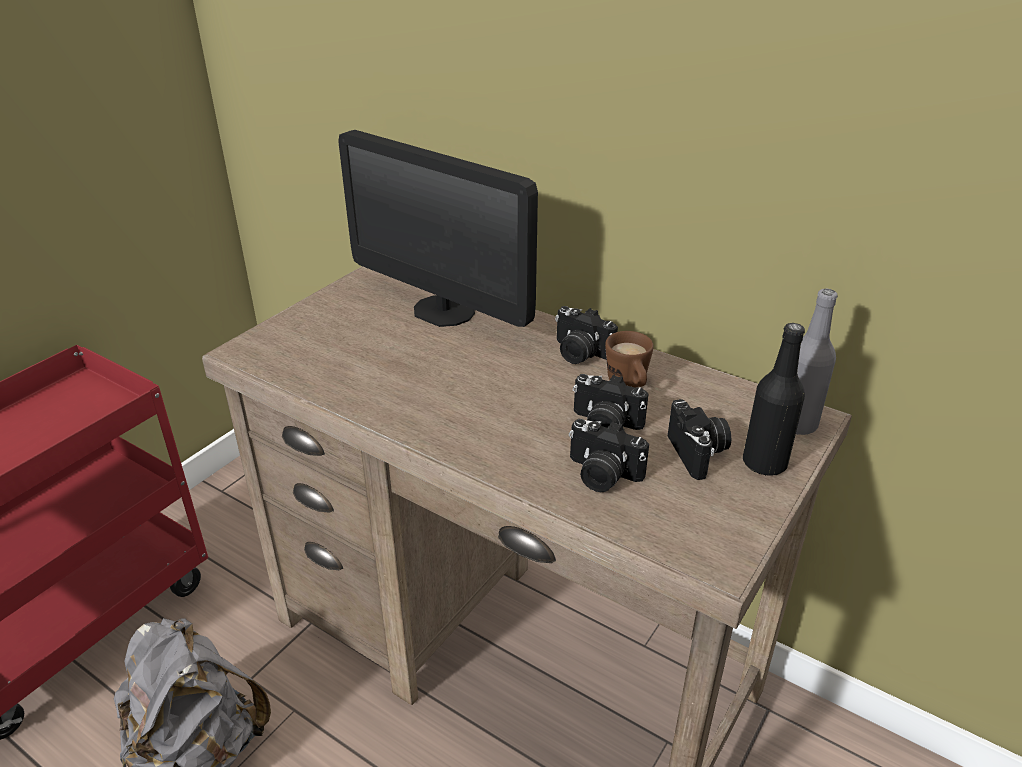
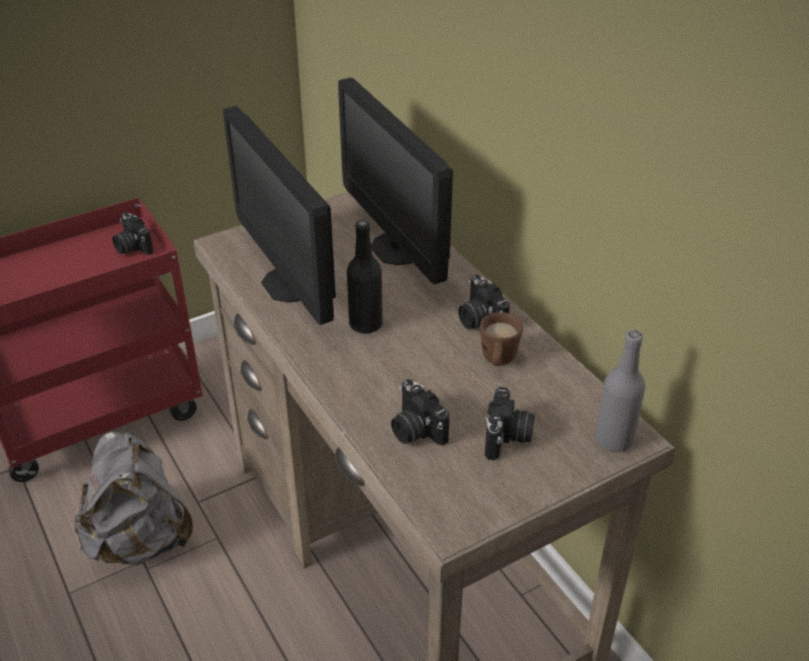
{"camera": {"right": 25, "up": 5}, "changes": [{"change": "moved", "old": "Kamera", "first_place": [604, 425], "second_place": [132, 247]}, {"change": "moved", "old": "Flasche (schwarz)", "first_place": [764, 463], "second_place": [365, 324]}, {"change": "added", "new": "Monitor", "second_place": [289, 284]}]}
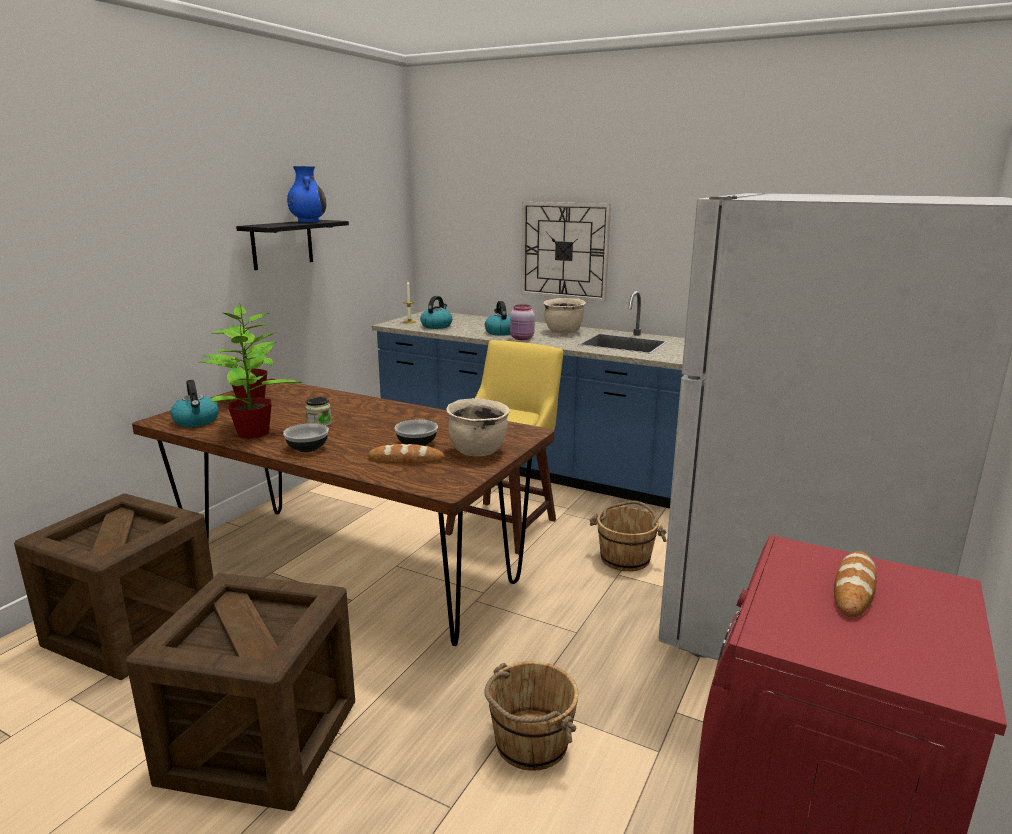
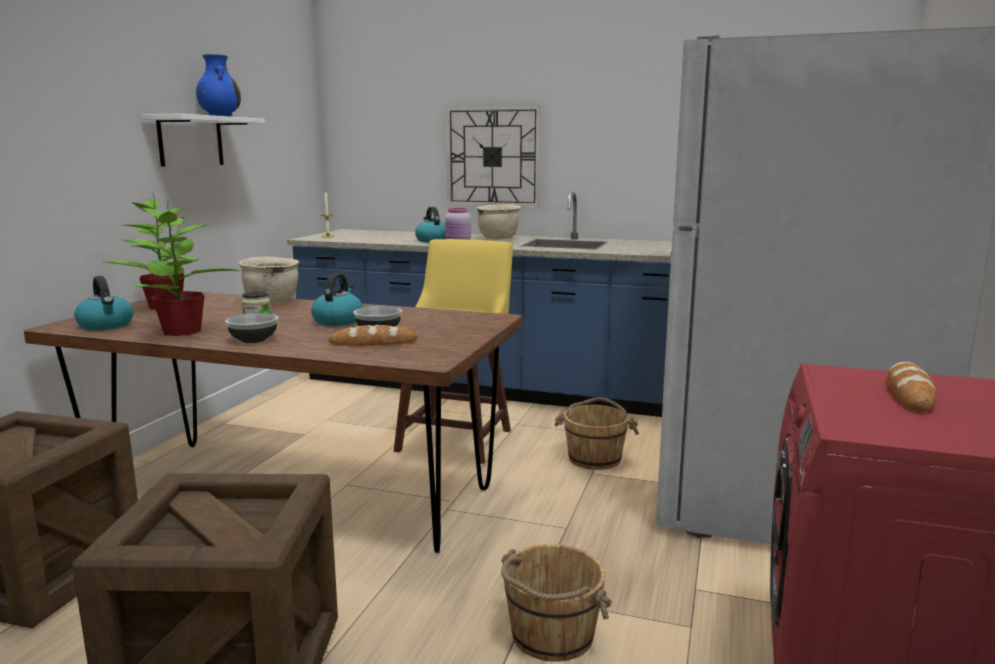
{"camera": {"right": -10, "up": -5}, "changes": [{"change": "recoloured", "old": "Wandregal (schwarz)", "new": "Wandregal (weiß)", "first_place": [282, 244], "second_place": [190, 141]}, {"change": "moved", "old": "Wasserkessel", "first_place": [436, 326], "second_place": [338, 321]}, {"change": "moved", "old": "Kochtopf (beige)", "first_place": [478, 451], "second_place": [272, 302]}]}
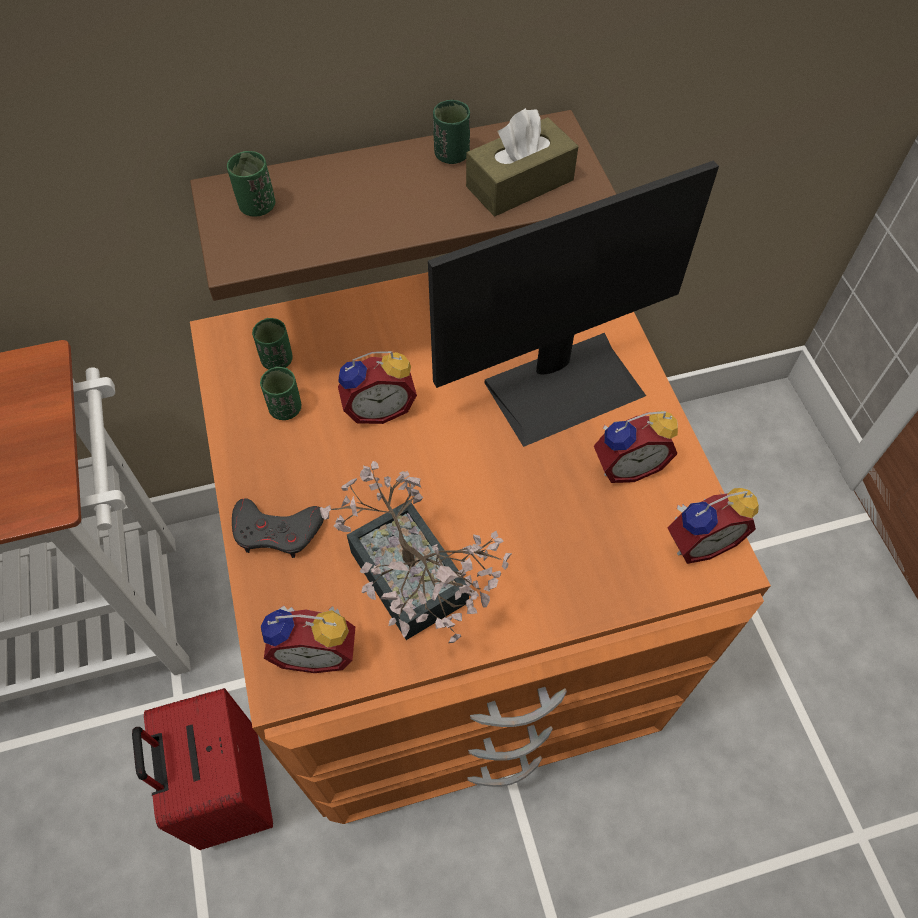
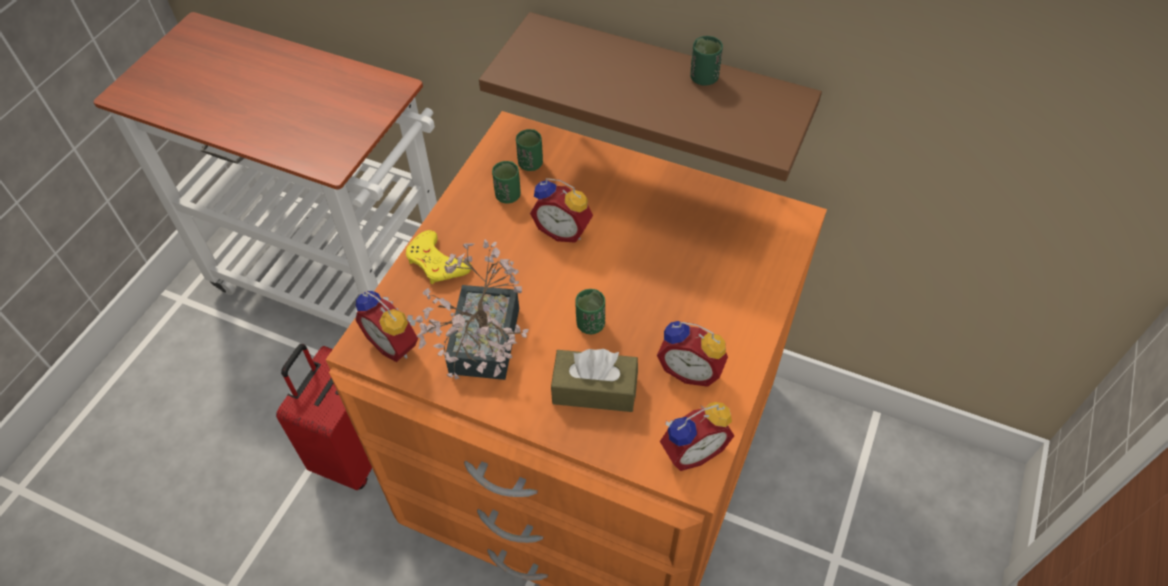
{"camera": {"right": 40, "up": -5}, "changes": [{"change": "moved", "old": "Tasse (grün)", "first_place": [257, 206], "second_place": [590, 324]}, {"change": "recoloured", "old": "Gamepad (grau)", "new": "Gamepad (gelb)", "first_place": [277, 531], "second_place": [437, 263]}, {"change": "removed", "old": "Monitor", "first_place": [563, 385]}, {"change": "moved", "old": "Taschentuchbox (braun)", "first_place": [520, 183], "second_place": [594, 389]}, {"change": "turned", "old": "Wecker", "first_place": [698, 541], "second_place": [691, 450], "degrees": -45}]}
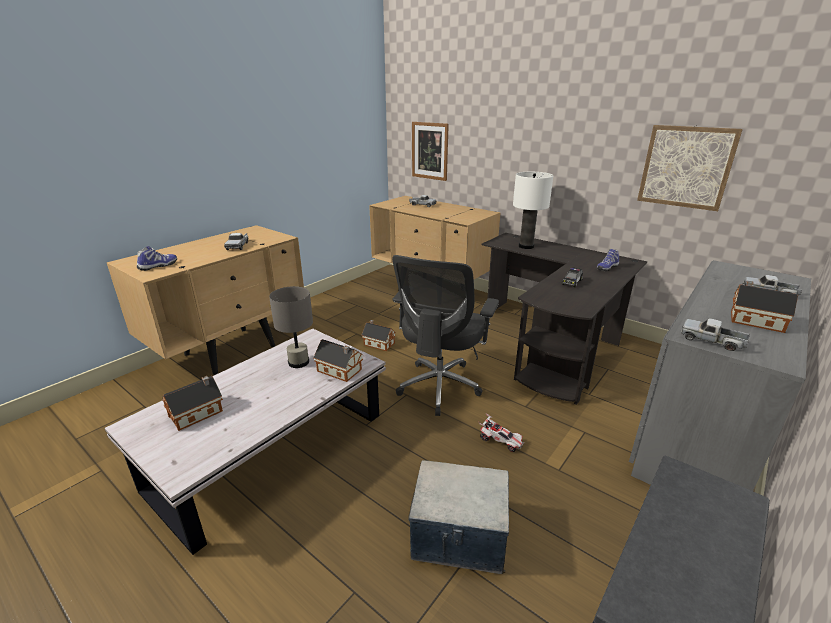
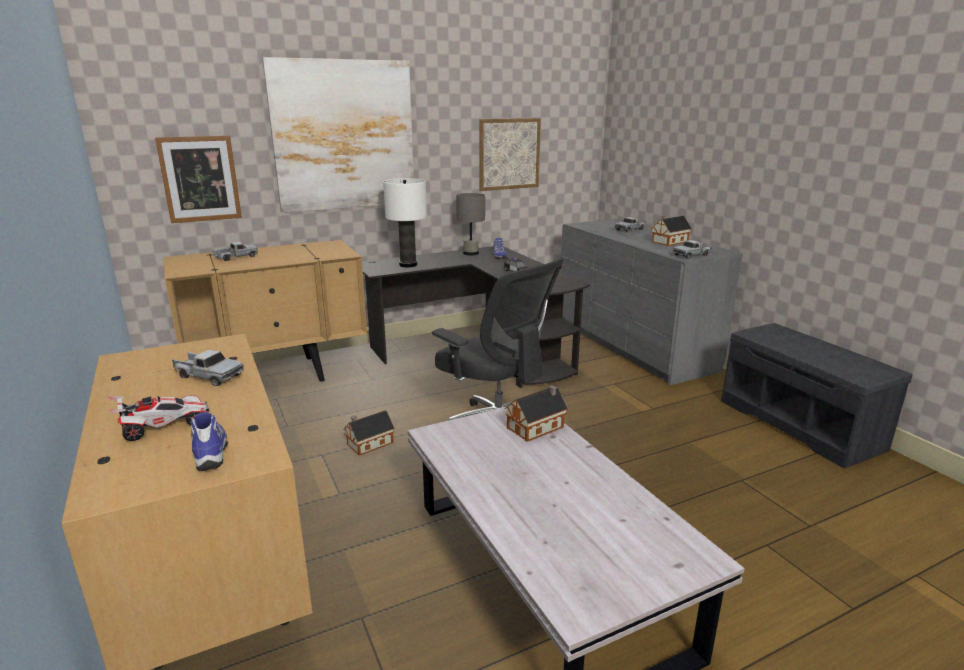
{"camera": {"right": -65, "up": -5}, "changes": [{"change": "removed", "old": "Spielzeughaus", "first_place": [198, 413]}, {"change": "moved", "old": "Tischlampe (grau)", "first_place": [299, 362], "second_place": [471, 253]}, {"change": "removed", "old": "Aufbewahrungsbox", "first_place": [459, 536]}, {"change": "moved", "old": "Spielzeugauto", "first_place": [500, 441], "second_place": [164, 426]}, {"change": "added", "new": "Bild", "second_place": [344, 136]}]}
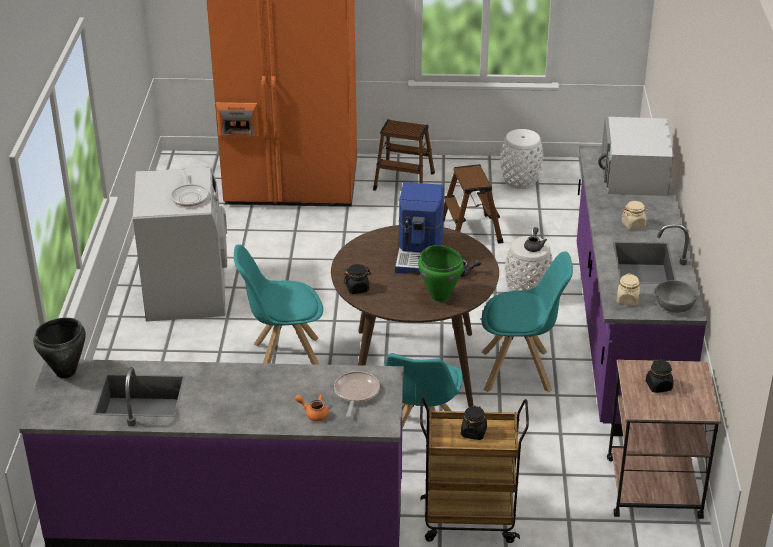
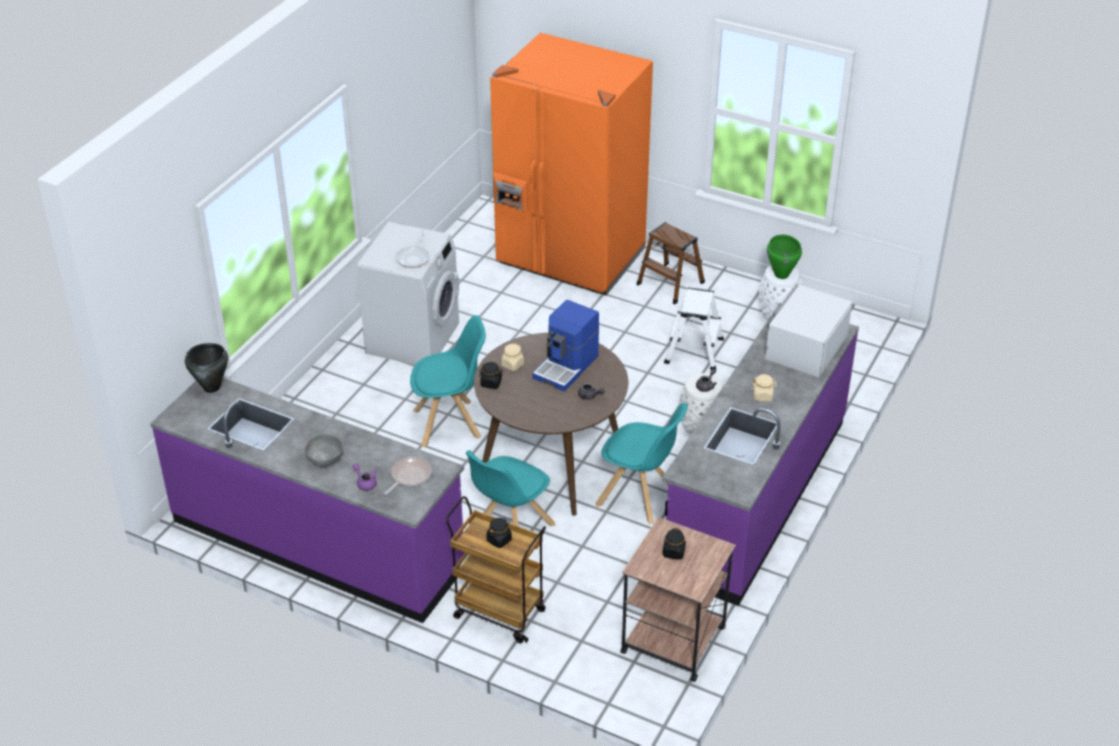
{"camera": {"right": 25, "up": 5}, "changes": [{"change": "turned", "old": "Stuhl (türkis)", "first_place": [284, 360], "second_place": [450, 423], "degrees": 150}, {"change": "recoloured", "old": "Teekanne (orange)", "new": "Teekanne (lila)", "first_place": [314, 413], "second_place": [365, 482]}, {"change": "moved", "old": "Kochtopf (grün)", "first_place": [440, 296], "second_place": [781, 274]}, {"change": "recoloured", "old": "Trittleiter (braun)", "new": "Trittleiter (weiß)", "first_place": [470, 231], "second_place": [694, 351]}, {"change": "moved", "old": "Vorratsglas (beige)", "first_place": [627, 300], "second_place": [512, 365]}, {"change": "moved", "old": "Schüssel (grau)", "first_place": [674, 305], "second_place": [325, 458]}]}
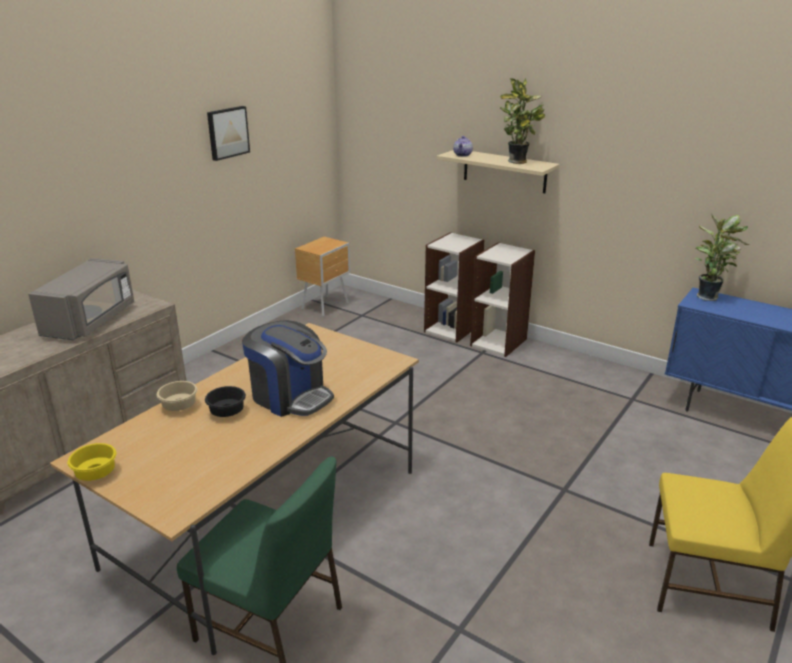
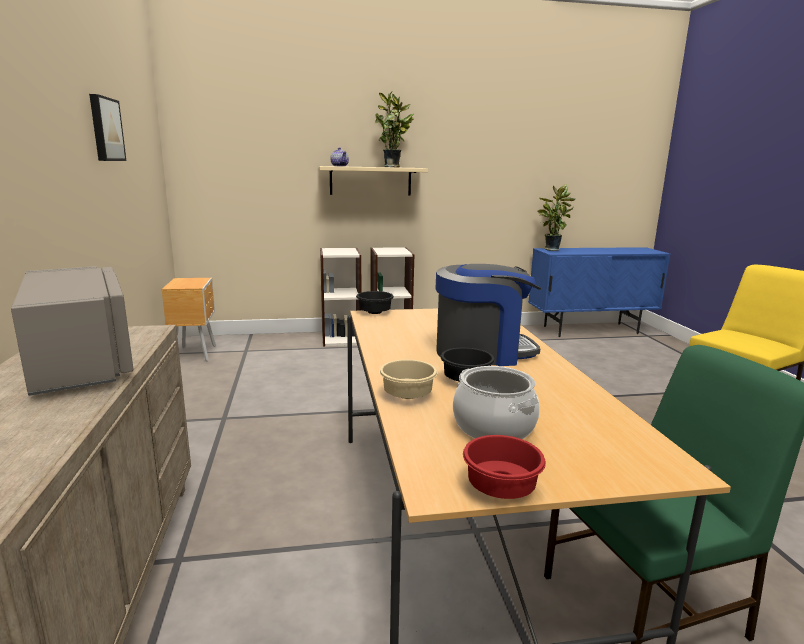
{"camera": {"right": -45, "up": -10}, "changes": [{"change": "recoloured", "old": "Schüssel (gelb)", "new": "Schüssel (rot)", "first_place": [97, 474], "second_place": [503, 488]}, {"change": "added", "new": "Schüssel (schwarz)", "second_place": [375, 313]}, {"change": "added", "new": "Kochtopf", "second_place": [494, 426]}]}
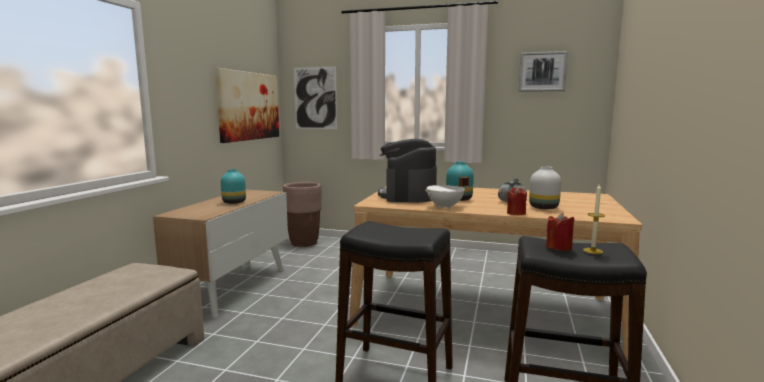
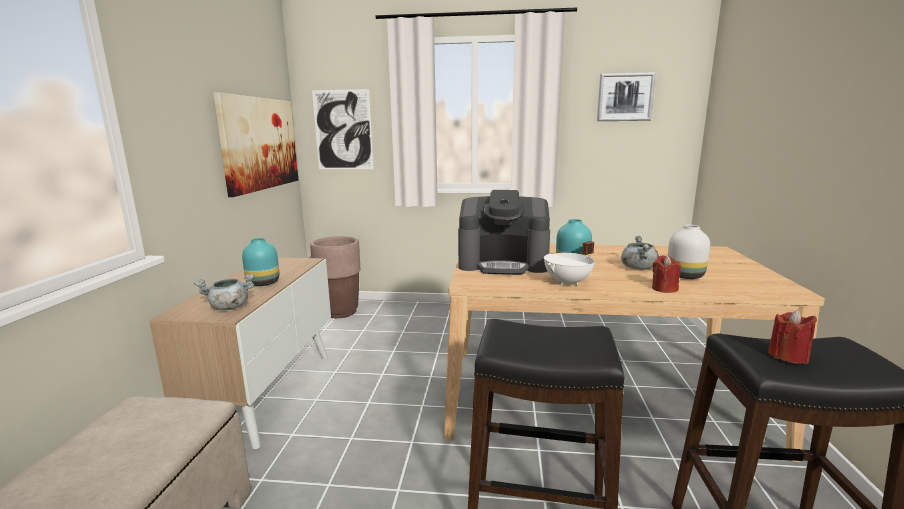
{"camera": {"right": -10, "up": 5}, "changes": [{"change": "turned", "old": "Kaffeemaschine", "first_place": [408, 195], "second_place": [503, 263], "degrees": -75}, {"change": "removed", "old": "Kerze", "first_place": [593, 251]}, {"change": "added", "new": "Kochtopf (grau)", "second_place": [229, 307]}]}
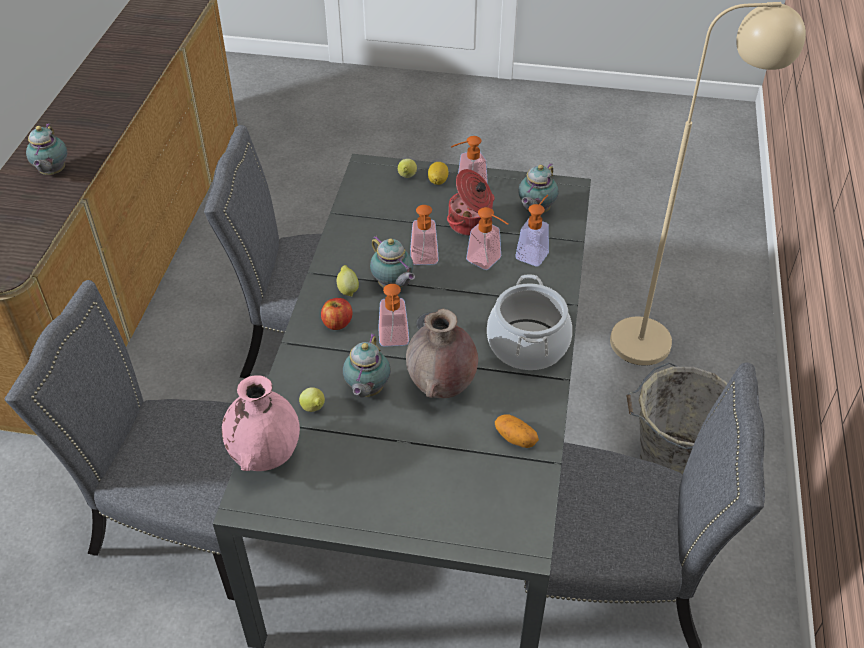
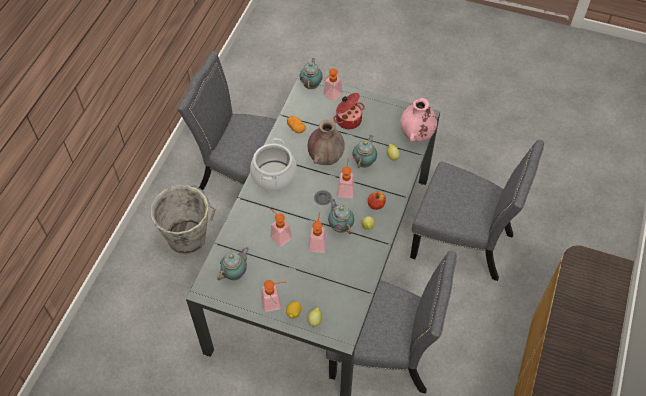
{"camera": {"right": -170, "up": 10}, "changes": [{"change": "moved", "old": "Teekanne", "first_place": [52, 173], "second_place": [311, 85]}, {"change": "moved", "old": "Kochtopf", "first_place": [471, 224], "second_place": [348, 119]}, {"change": "moved", "old": "Seifenspender", "first_place": [534, 252], "second_place": [330, 96]}, {"change": "removed", "old": "Stehlampe (beige)", "first_place": [659, 342]}]}
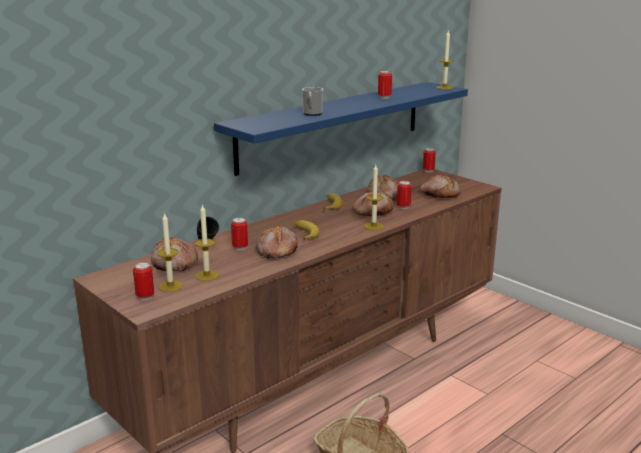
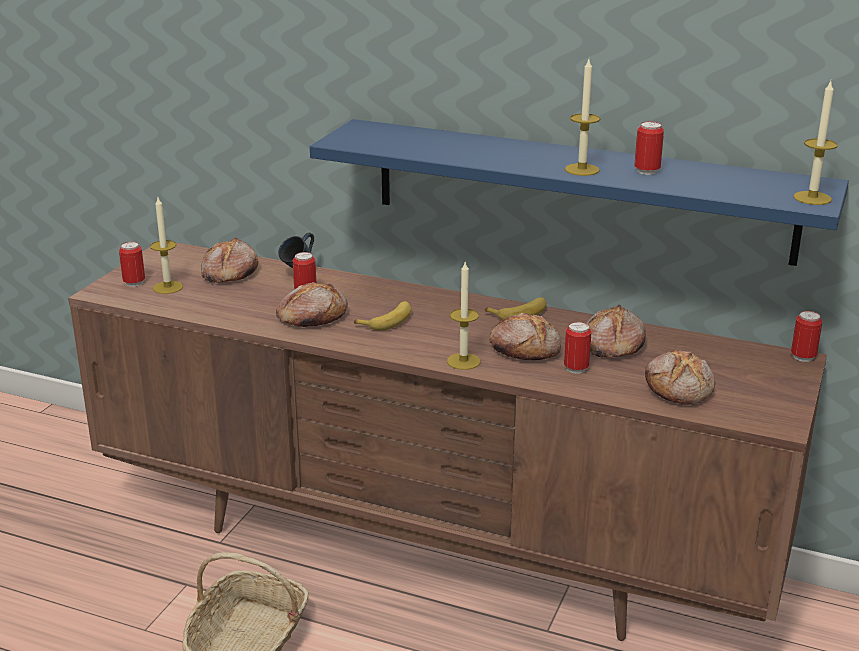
{"camera": {"right": 65, "up": 5}, "changes": [{"change": "moved", "old": "Kerze", "first_place": [207, 275], "second_place": [582, 169]}, {"change": "removed", "old": "Henkelbecher", "first_place": [312, 114]}]}
